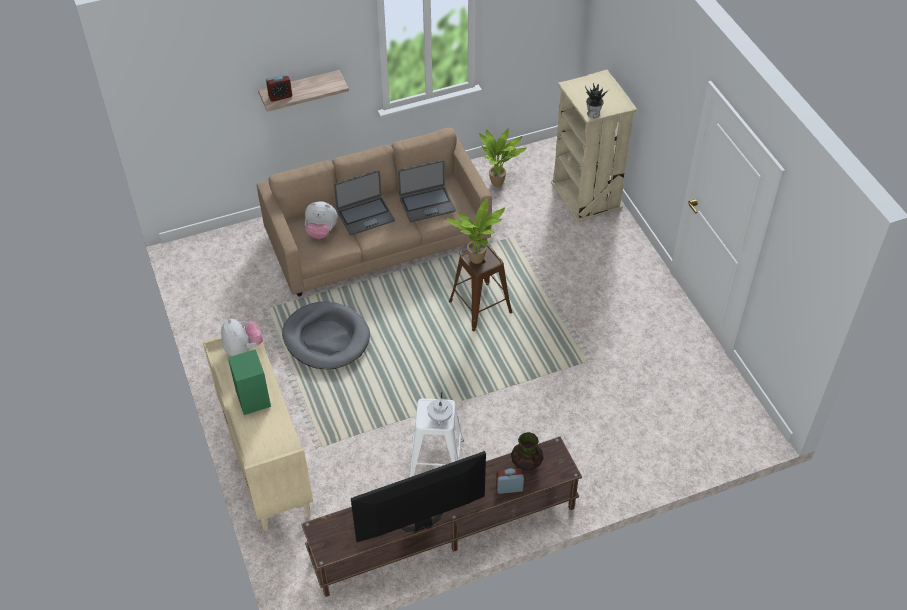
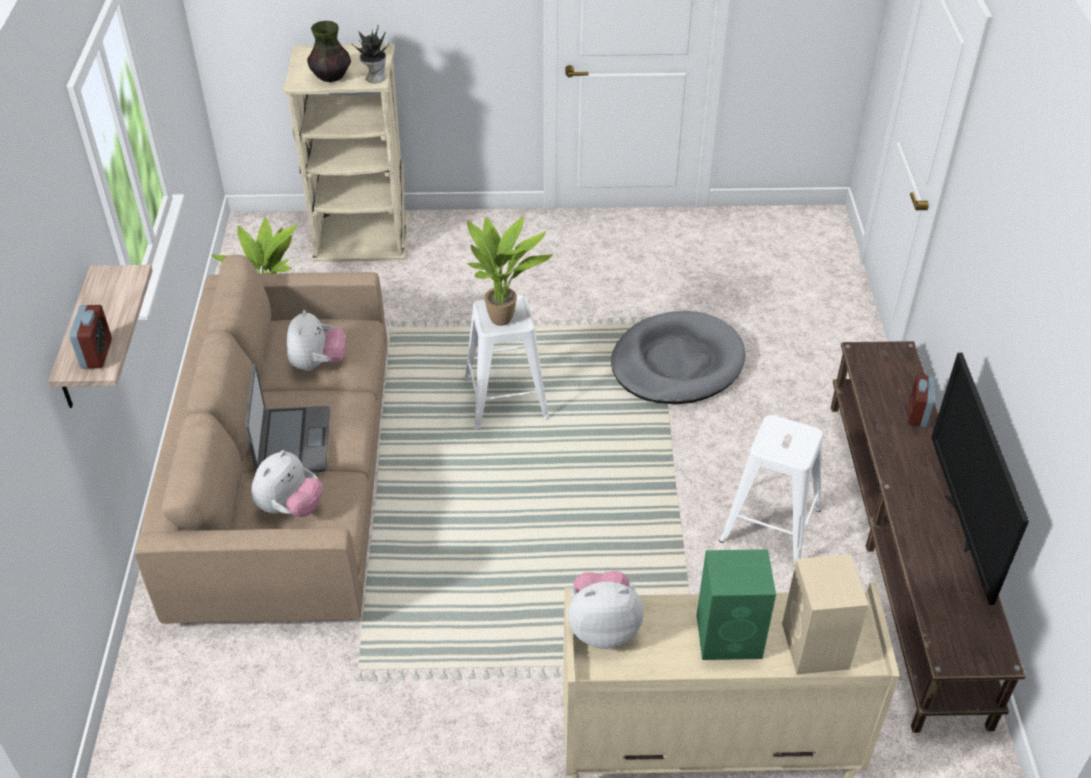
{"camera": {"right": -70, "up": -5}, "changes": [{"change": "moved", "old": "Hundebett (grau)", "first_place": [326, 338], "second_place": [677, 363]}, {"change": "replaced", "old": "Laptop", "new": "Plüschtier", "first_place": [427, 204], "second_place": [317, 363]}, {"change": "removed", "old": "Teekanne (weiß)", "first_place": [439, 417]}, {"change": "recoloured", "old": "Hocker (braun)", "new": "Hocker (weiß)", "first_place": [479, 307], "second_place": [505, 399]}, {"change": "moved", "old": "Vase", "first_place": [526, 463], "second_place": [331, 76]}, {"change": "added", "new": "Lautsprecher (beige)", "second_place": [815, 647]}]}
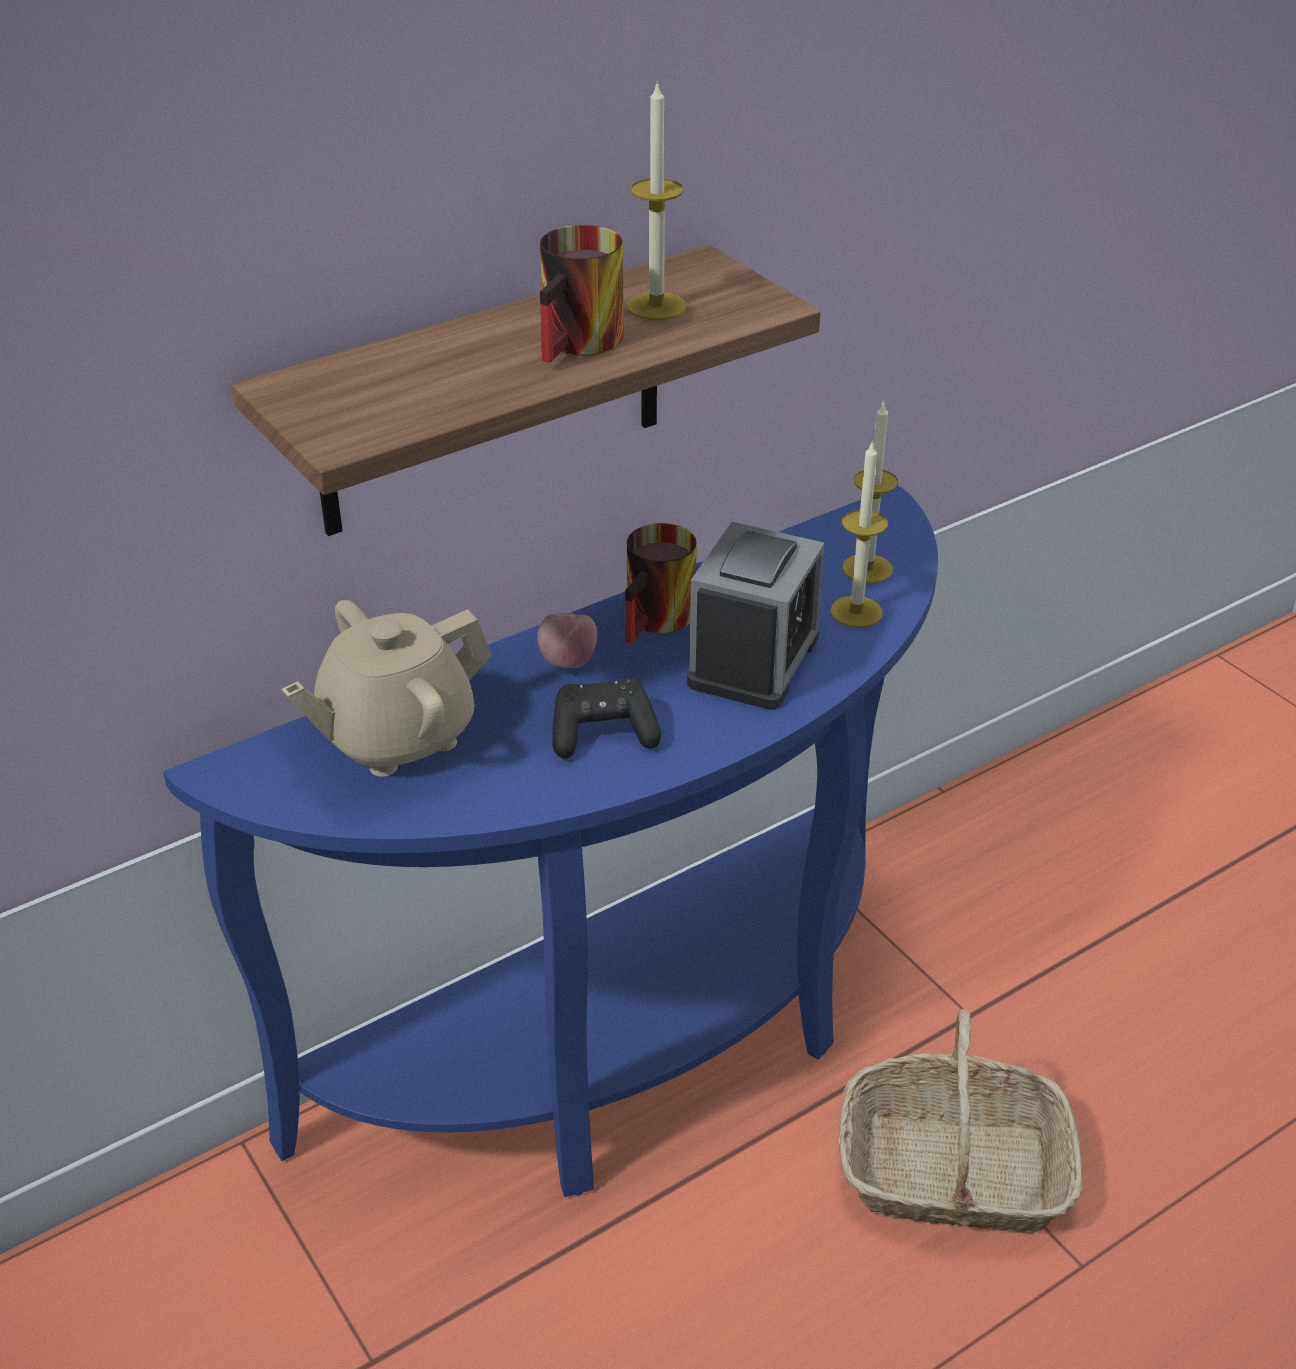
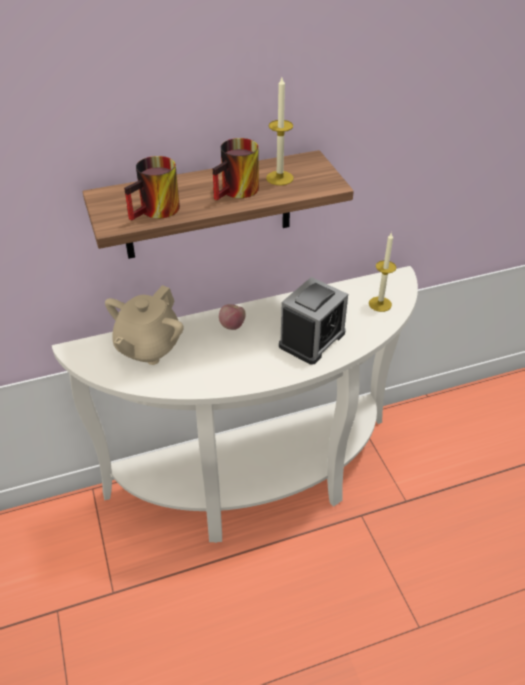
{"camera": {"right": 15, "up": 5}, "changes": [{"change": "recoloured", "old": "Konsolentisch (blau)", "new": "Konsolentisch (weiß)", "first_place": [637, 1046], "second_place": [259, 483]}, {"change": "turned", "old": "Teekanne (beige)", "first_place": [396, 737], "second_place": [148, 347], "degrees": -45}, {"change": "removed", "old": "Gamepad (schwarz)", "first_place": [603, 734]}, {"change": "moved", "old": "Henkelbecher", "first_place": [660, 621], "second_place": [157, 212]}, {"change": "removed", "old": "Kerze", "first_place": [856, 612]}, {"change": "removed", "old": "Korb", "first_place": [952, 1171]}]}
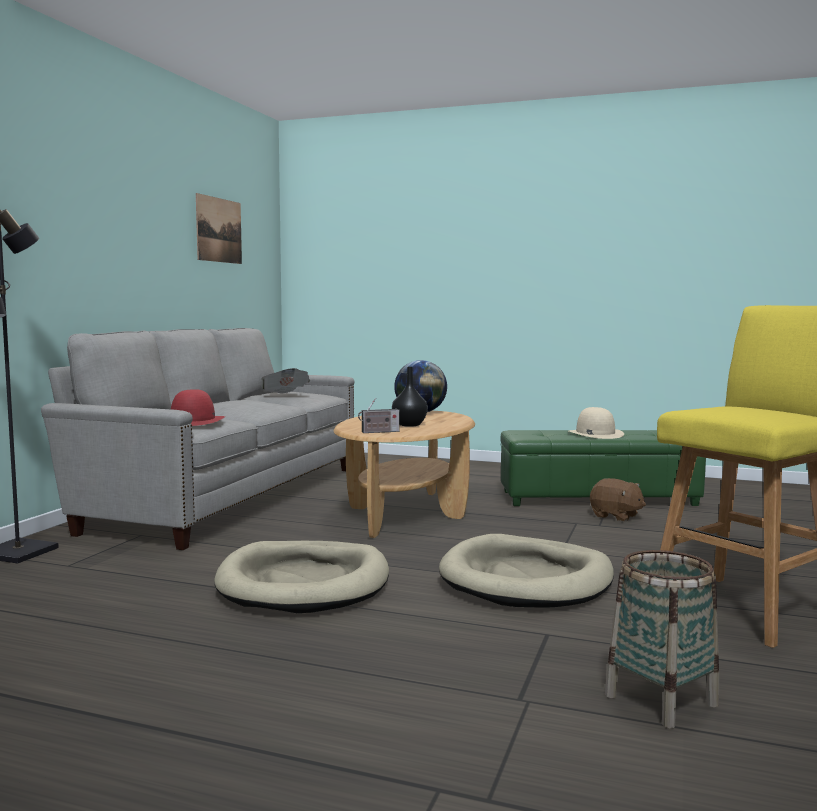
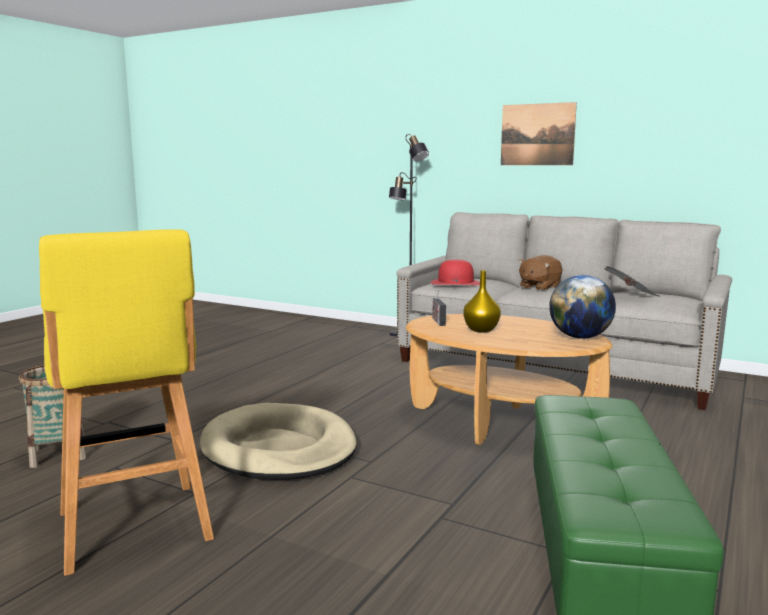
{"camera": {"right": 100, "up": 5}, "changes": [{"change": "moved", "old": "Bild", "first_place": [219, 230], "second_place": [537, 134]}, {"change": "removed", "old": "Hundebett (beige)", "first_place": [304, 583]}, {"change": "recoloured", "old": "Vase (schwarz)", "new": "Vase (gelb)", "first_place": [410, 425], "second_place": [481, 330]}, {"change": "removed", "old": "Hut (beige)", "first_place": [595, 434]}, {"change": "moved", "old": "Plüschtier (braun)", "first_place": [616, 516], "second_place": [539, 287]}]}
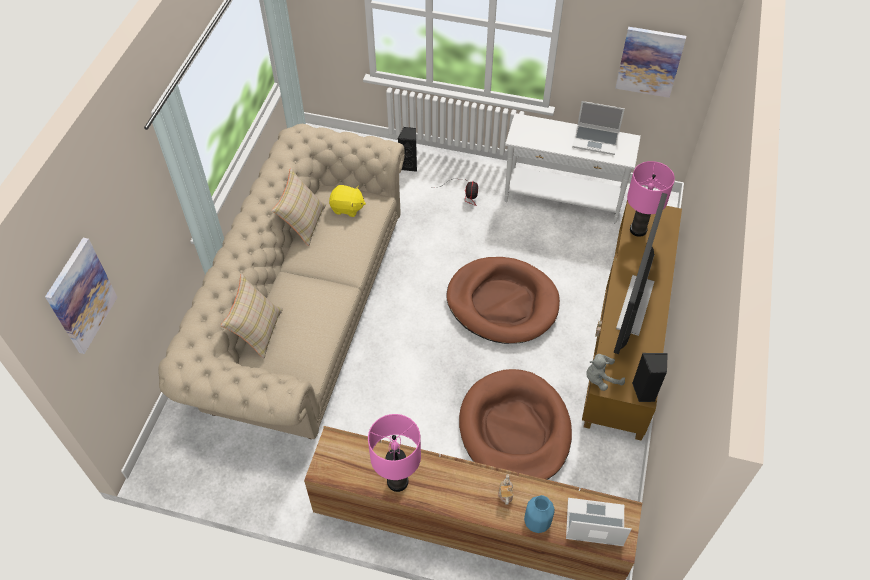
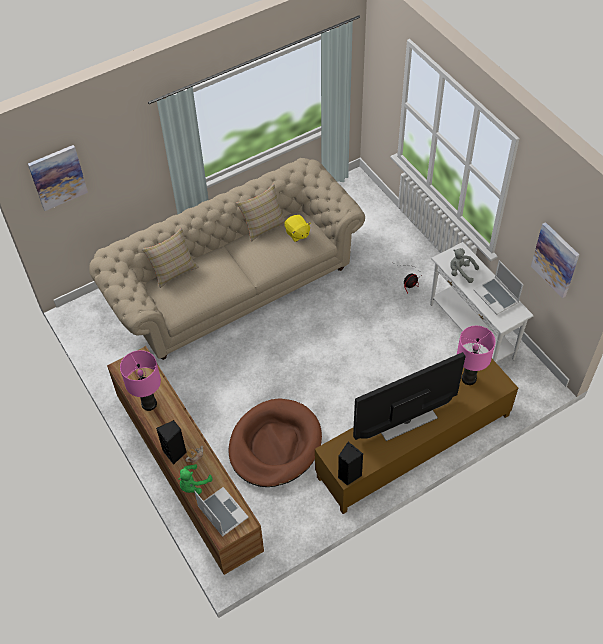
{"camera": {"right": 45, "up": 0}, "changes": [{"change": "moved", "old": "Lautsprecher (schwarz)", "first_place": [409, 165], "second_place": [175, 453]}, {"change": "removed", "old": "Hundebett (braun)", "first_place": [502, 303]}, {"change": "replaced", "old": "Vase (blau)", "new": "Plüschtier (grün)", "first_place": [537, 522], "second_place": [193, 485]}, {"change": "moved", "old": "Plüschtier (grau)", "first_place": [600, 379], "second_place": [461, 272]}]}
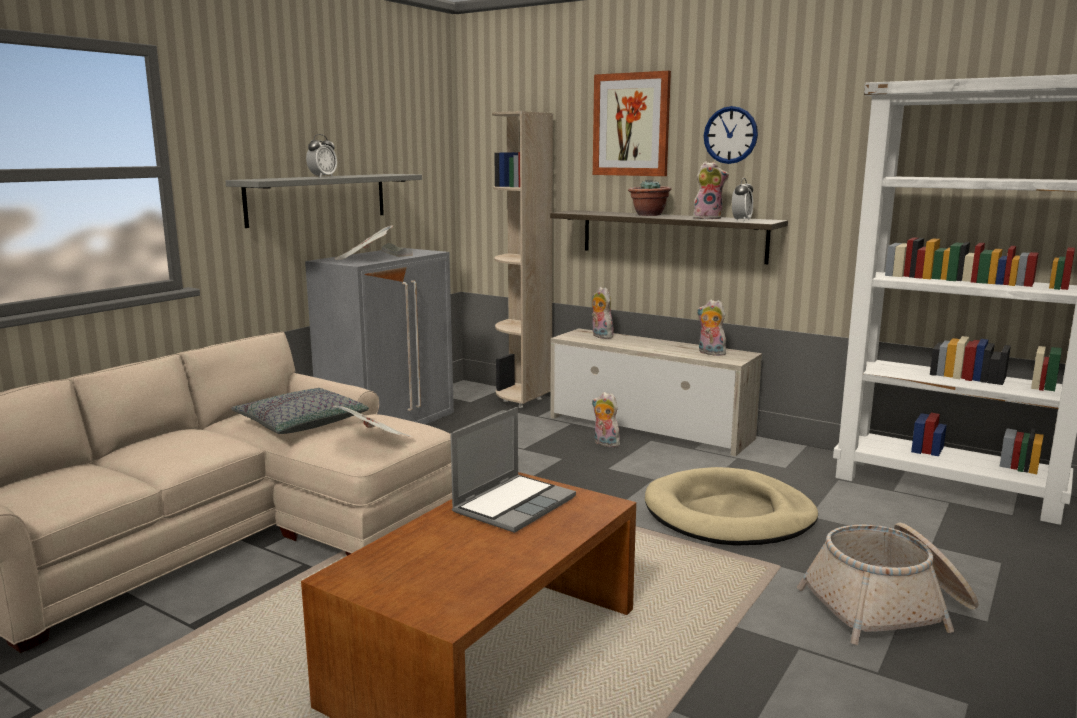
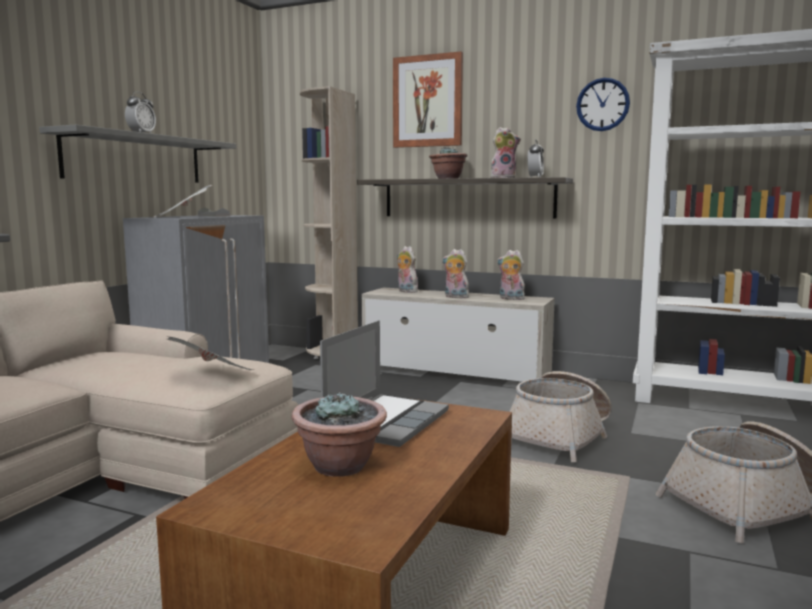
{"camera": {"right": -10, "up": -5}, "changes": [{"change": "removed", "old": "Kissen (grau)", "first_place": [301, 424]}, {"change": "moved", "old": "Plüschtier", "first_place": [604, 444], "second_place": [455, 297]}, {"change": "replaced", "old": "Hundebett (beige)", "new": "Korb", "first_place": [729, 514], "second_place": [559, 436]}, {"change": "moved", "old": "Wanduhr", "first_place": [730, 135], "second_place": [602, 104]}, {"change": "added", "new": "Topfpflanze", "second_place": [340, 466]}]}
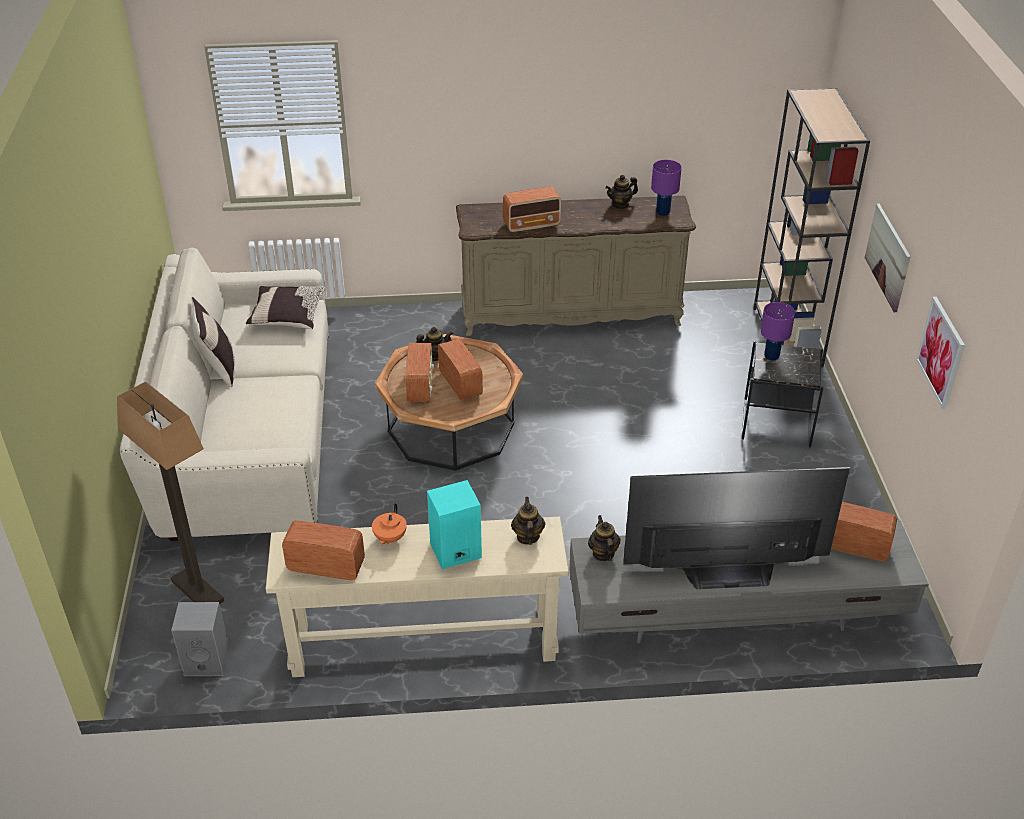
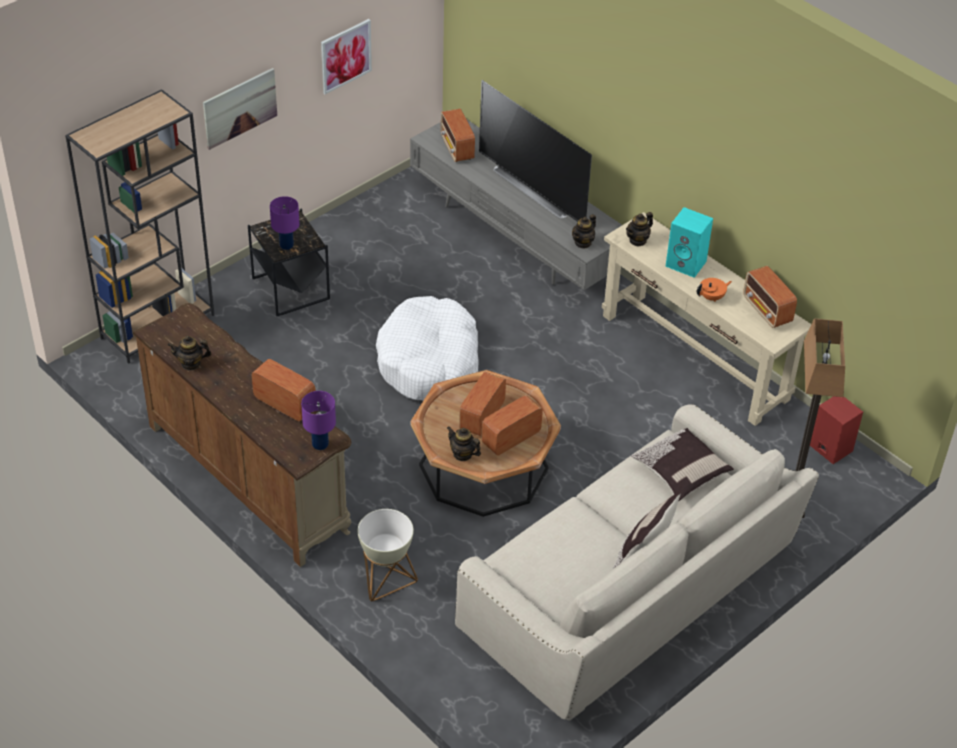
{"camera": {"right": -130, "up": 5}, "changes": [{"change": "recoloured", "old": "Lautsprecher (grau)", "new": "Lautsprecher (rot)", "first_place": [208, 661], "second_place": [829, 448]}, {"change": "moved", "old": "Kissen", "first_place": [287, 316], "second_place": [680, 472]}, {"change": "turned", "old": "Teekanne", "first_place": [620, 204], "second_place": [191, 363], "degrees": 150}, {"change": "moved", "old": "Tischlampe (lila)", "first_place": [663, 212], "second_place": [319, 444]}, {"change": "added", "new": "Pflanzkübel", "second_place": [386, 580]}, {"change": "added", "new": "Hundebett (weiß)", "second_place": [429, 362]}]}
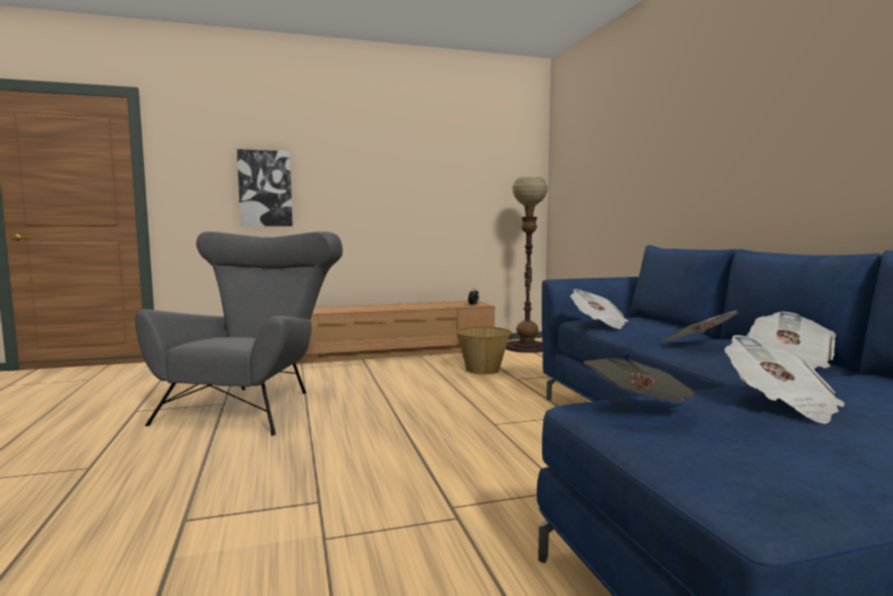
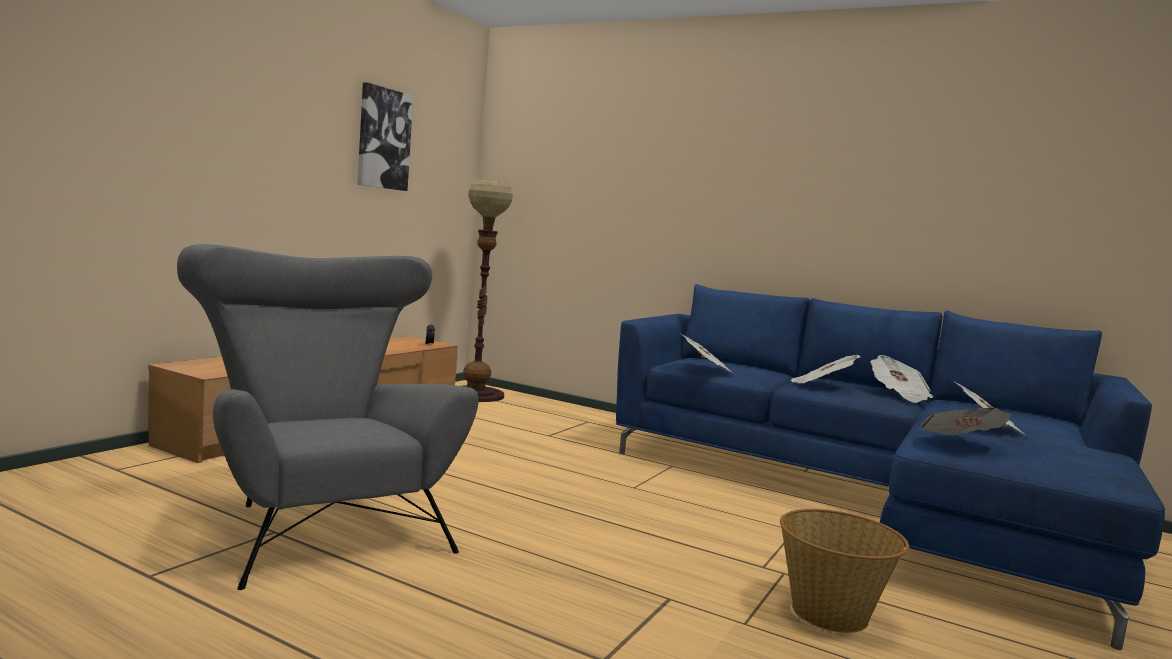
{"camera": {"right": -45, "up": 0}, "changes": [{"change": "moved", "old": "Bild", "first_place": [265, 188], "second_place": [383, 138]}, {"change": "moved", "old": "Korb", "first_place": [483, 370], "second_place": [831, 614]}]}
